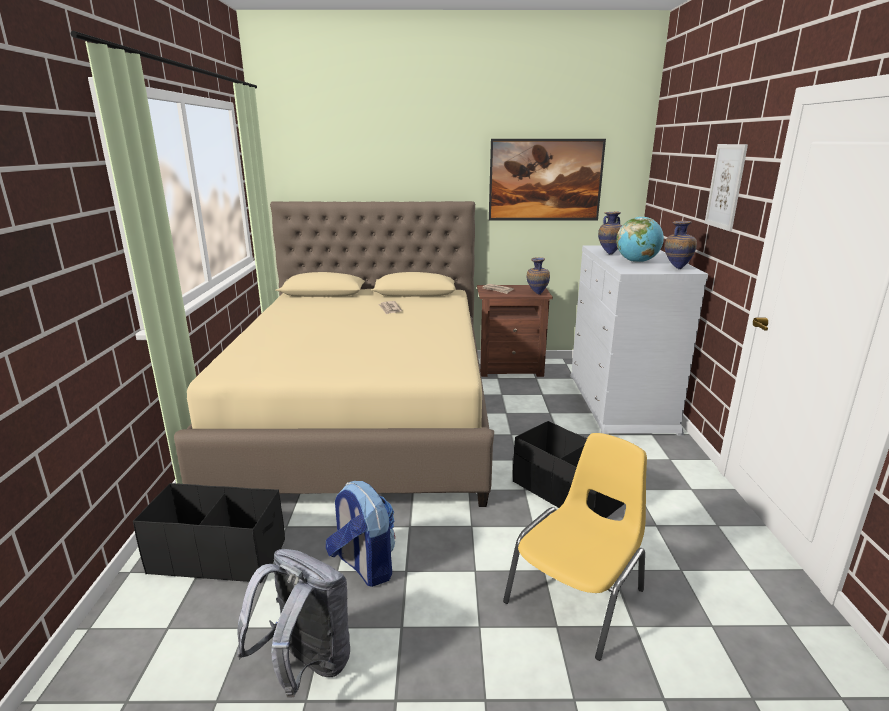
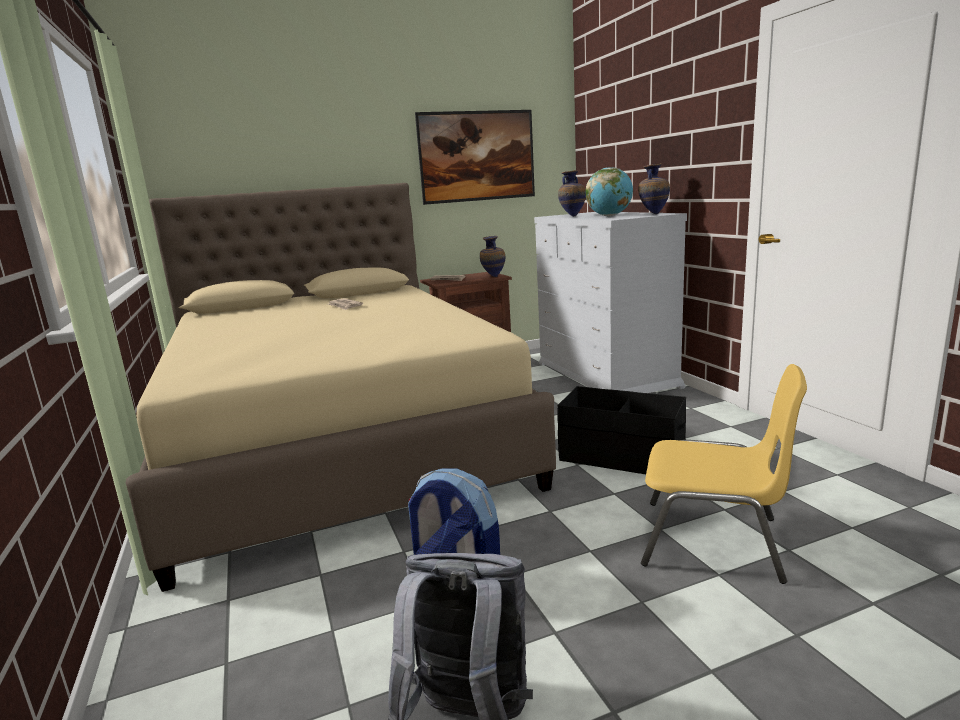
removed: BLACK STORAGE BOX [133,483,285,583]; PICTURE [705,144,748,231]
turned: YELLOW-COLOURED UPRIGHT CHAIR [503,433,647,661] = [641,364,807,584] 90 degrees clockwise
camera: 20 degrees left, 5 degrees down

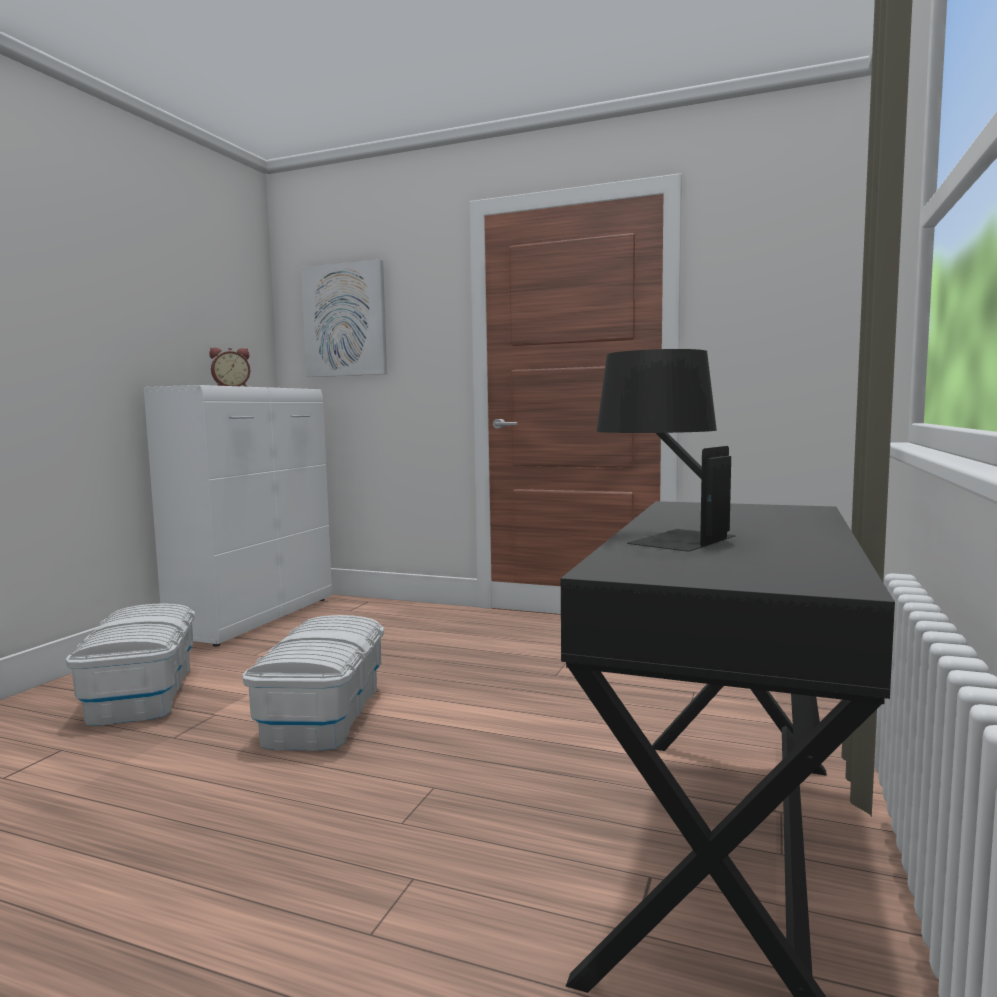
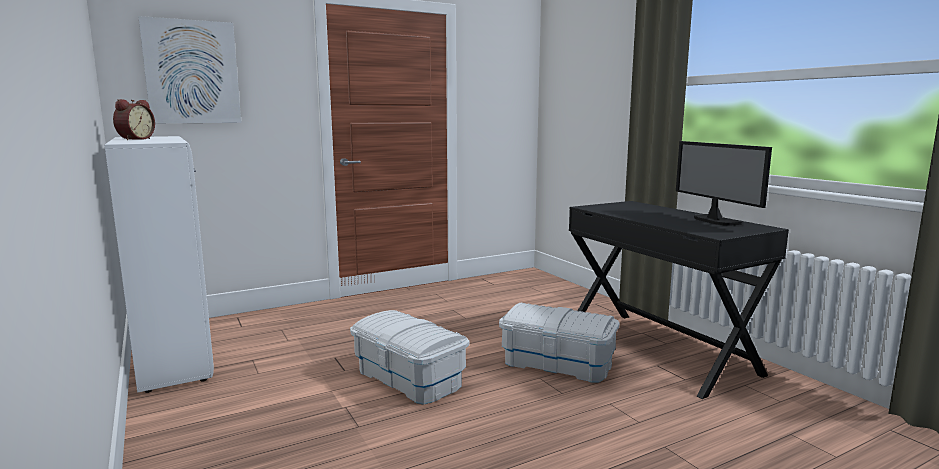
removed: BLACK TABLE LAMP [596,349,736,552]
added: COMPUTER DISPLAY [676,141,772,226]
moved: WHITISH STORAGE BOX [65,603,195,726] to [499,303,620,382]
camera: 50 degrees left, 5 degrees up

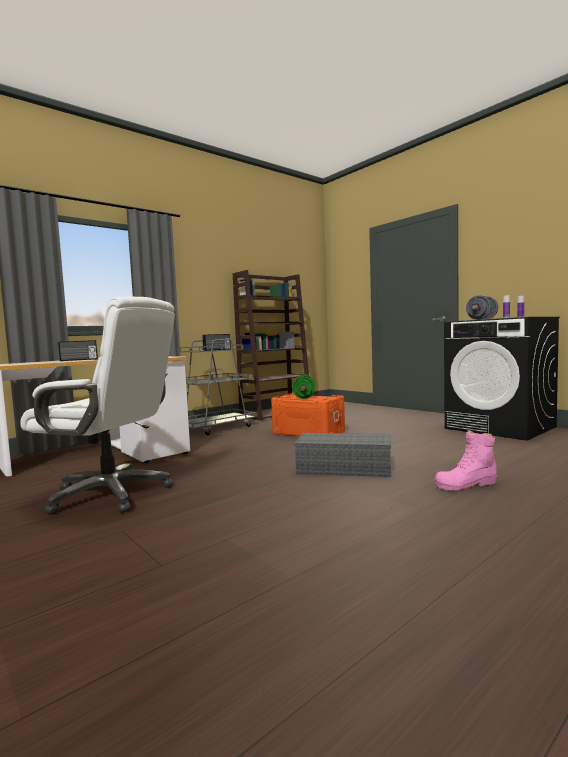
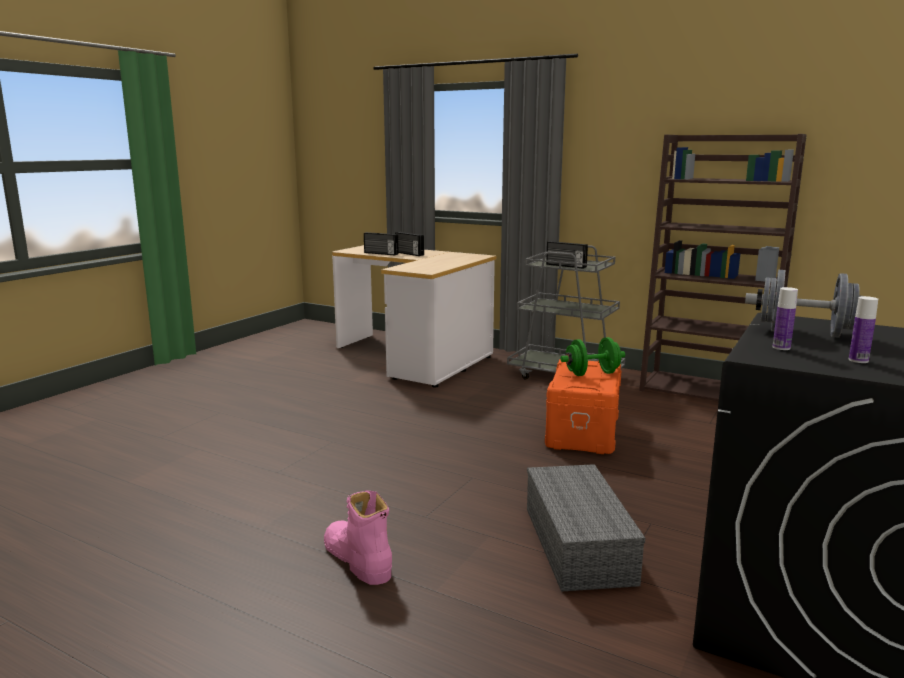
removed: WHITISH COMPUTER CHAIR [20,297,175,515]
added: RADIO RECEIVER [364,232,399,255]
moved: GRAY STORAGE BOX [294,433,391,477] to [527,464,645,592]
camera: 70 degrees right, 10 degrees up

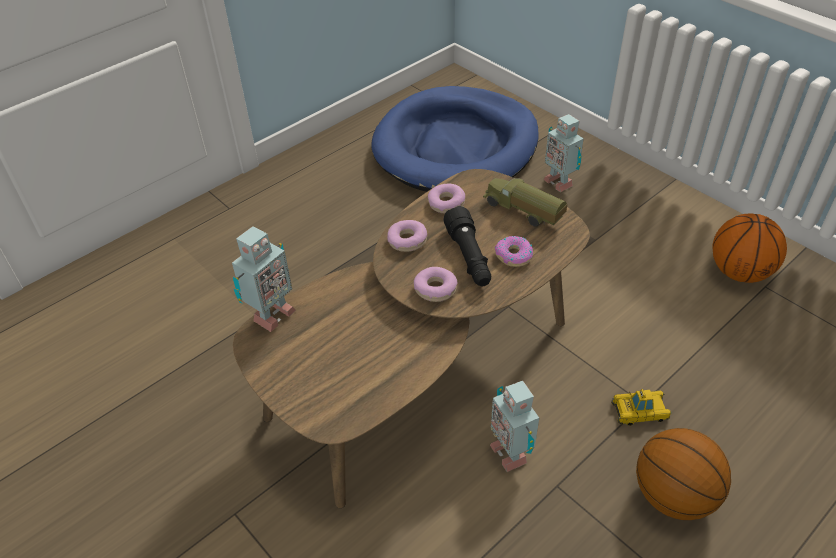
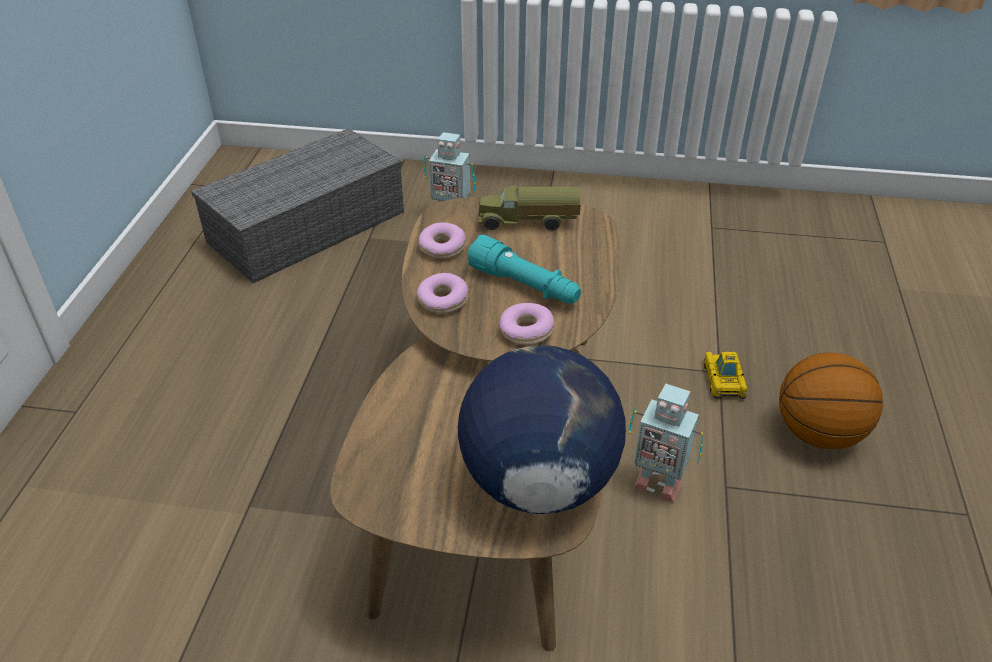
removed: TOY ROBOT [232,226,296,332]; RING DOUGHNUT [495,236,533,267]; BASKETBALL [712,213,787,283]
added: DESK GLOBE [458,345,626,514]
replaced: BLUE DOG CUSHION [372,86,539,192] to GRAY STORAGE BOX [191,128,404,283]
recoloured: BLACK FLASHLIGHT [443,206,491,286] to TURQUOISE FLASHLIGHT [468,235,581,304]
turned: TOY CAR [611,389,672,426] = [704,352,747,399] 45 degrees counterclockwise
camera: 40 degrees left, 5 degrees down

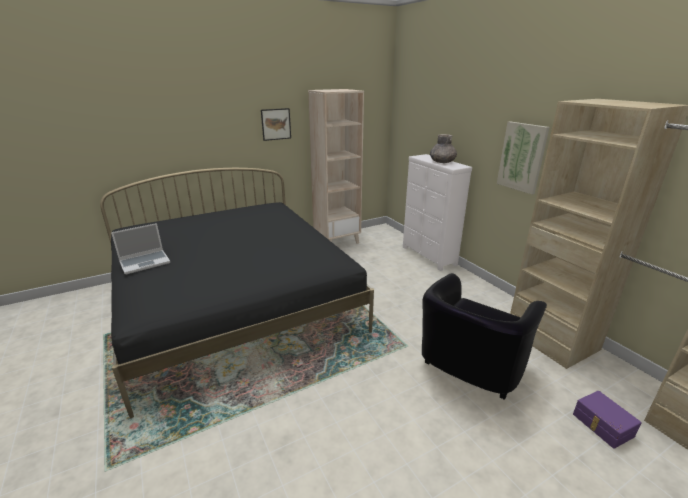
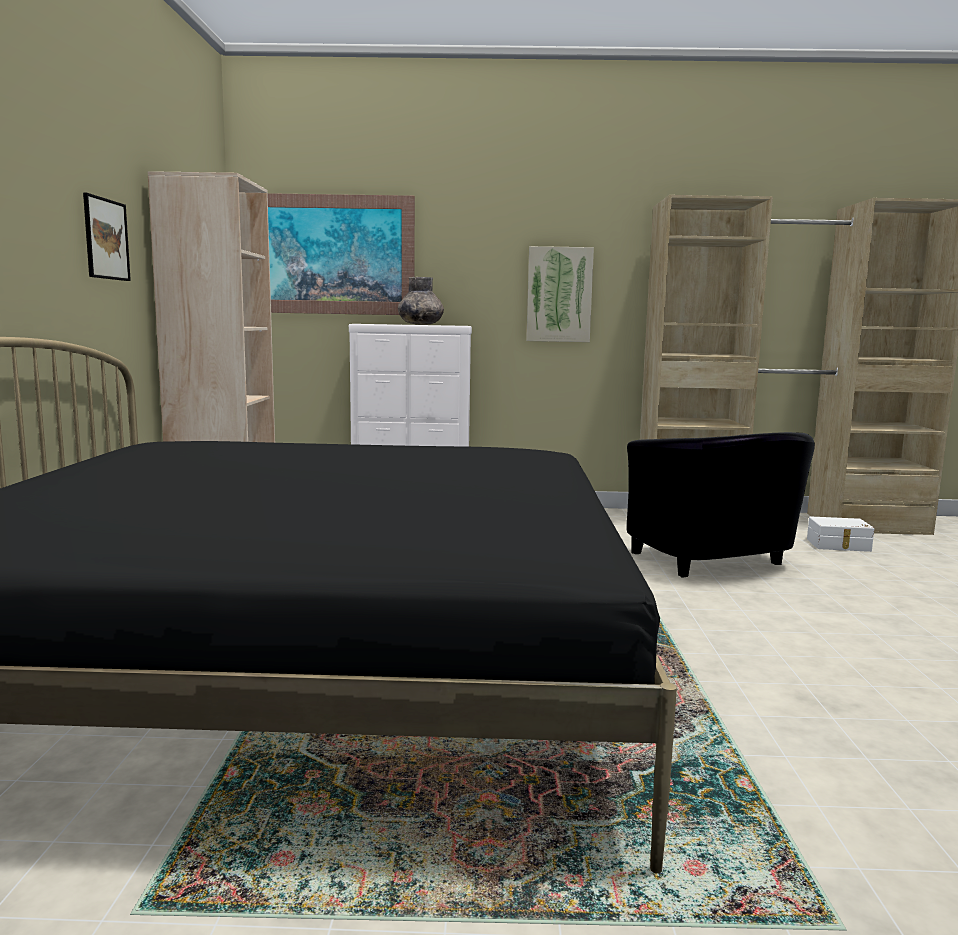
removed: NOTEBOOK COMPUTER [111,223,170,274]
added: PICTURE [267,193,415,315]
recoloured: PURPLE STORAGE BOX [573,391,642,449] to WHITISH STORAGE BOX [807,516,874,552]
camera: 60 degrees left, 15 degrees down

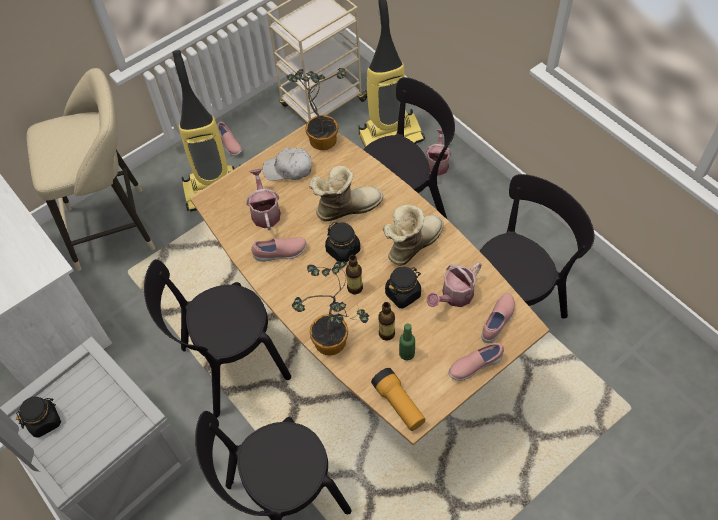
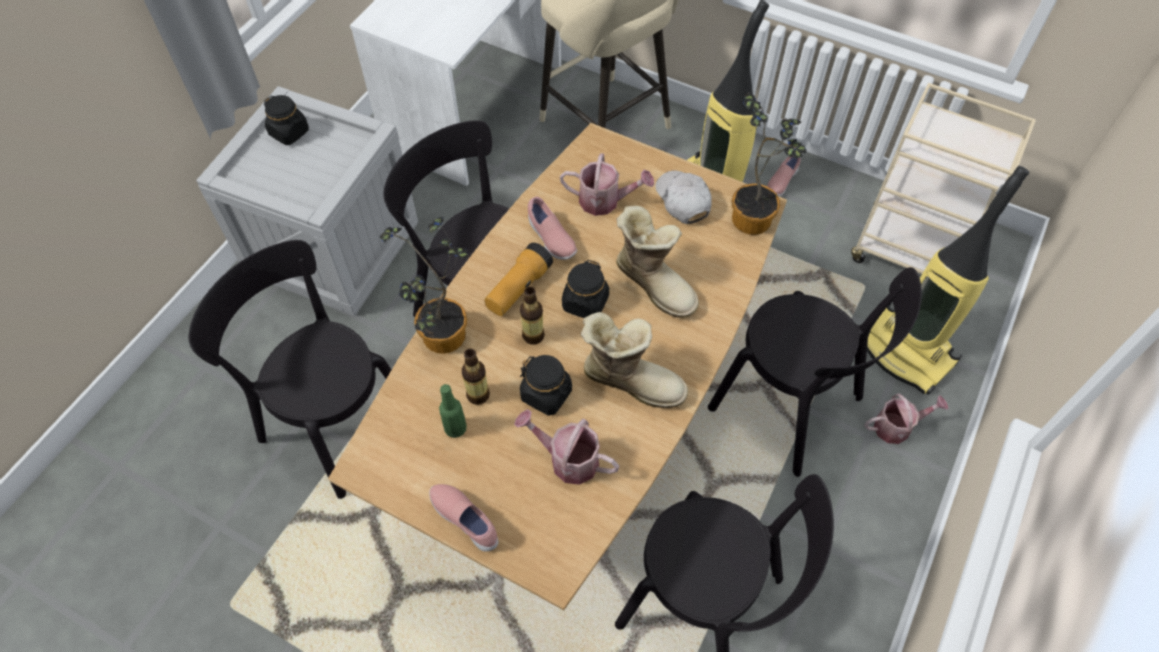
removed: PINKISH ITEM OF FOOTWEAR [481,293,515,343]
moved: FLASHLIGHT [371,368,425,431] to [485,242,553,316]
turned: SPRINKLING CAN [246,169,281,230] = [560,153,654,216] 45 degrees clockwise
camera: 65 degrees right, 0 degrees up

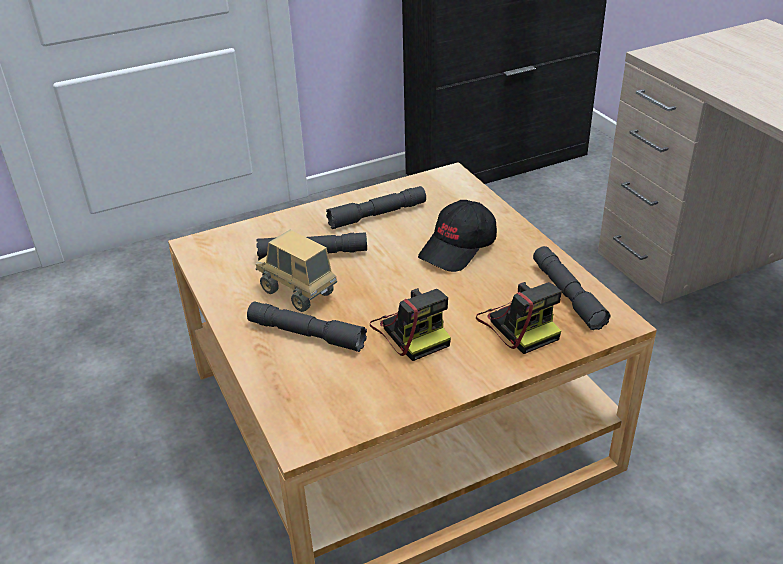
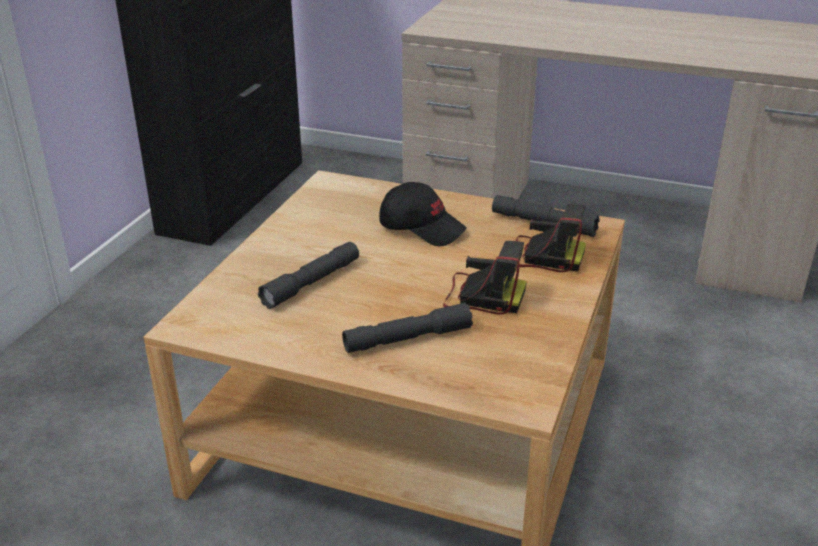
removed: TOY LORRY [256,230,337,312]; GRAY FLASHLIGHT [326,186,426,229]
turned: BLACK BASEBALL CAP [418,200,497,272] = [379,182,467,246] 60 degrees counterclockwise
camera: 45 degrees left, 5 degrees down

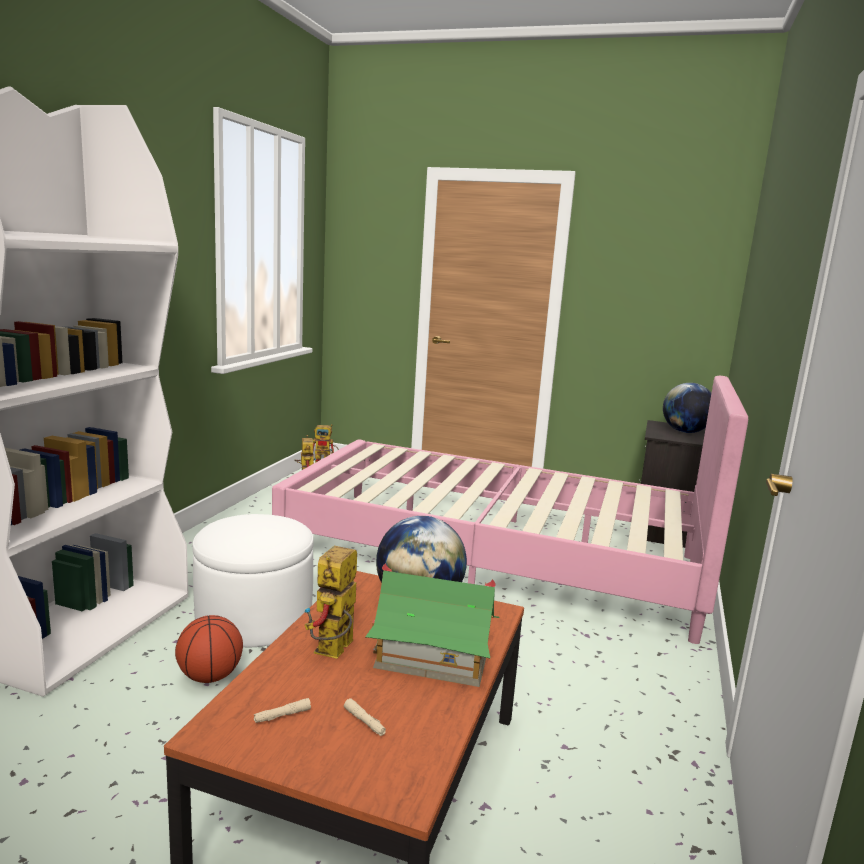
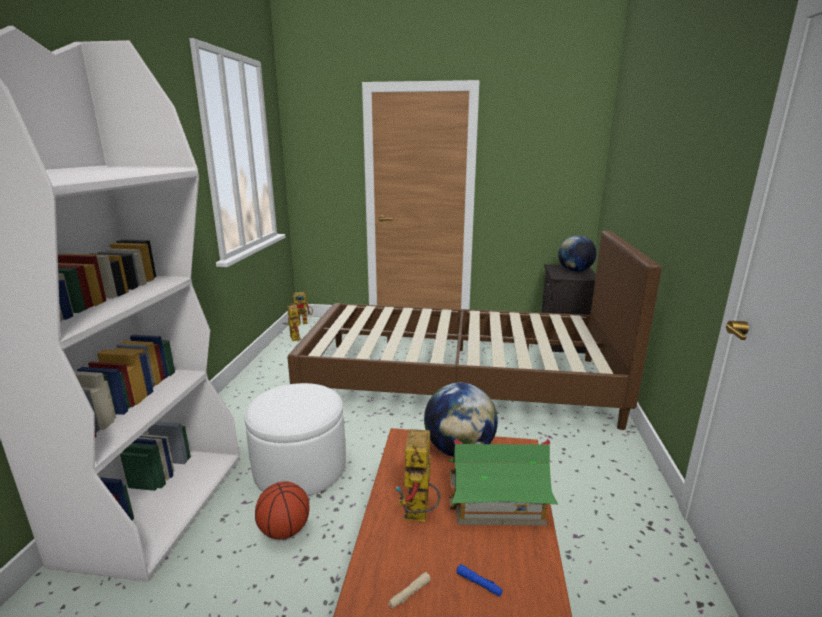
recoloured: PINKISH SLEEPING BED [272,376,748,644] to BROWNISH SLEEPING BED [287,230,662,430]; BEIGE FLASHLIGHT [344,698,386,736] to BLUE FLASHLIGHT [456,564,503,597]
camera: 10 degrees left, 5 degrees up

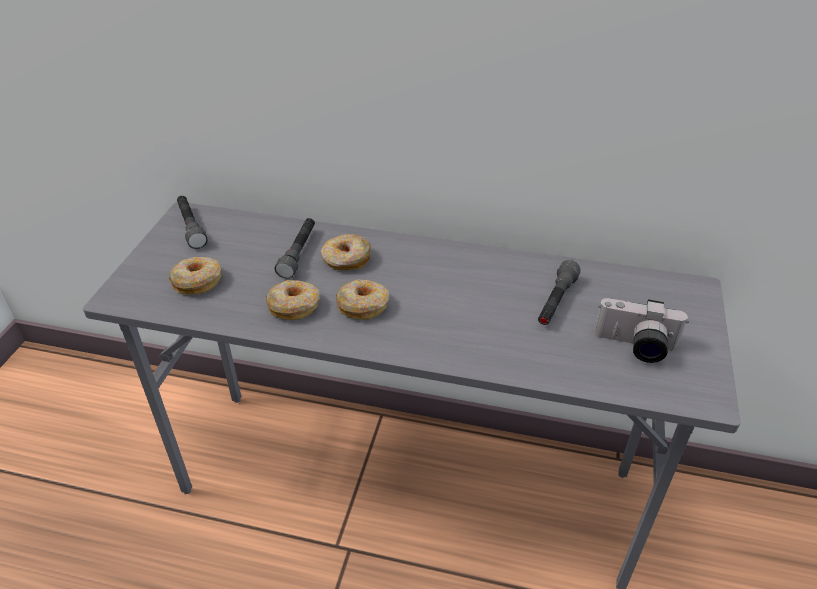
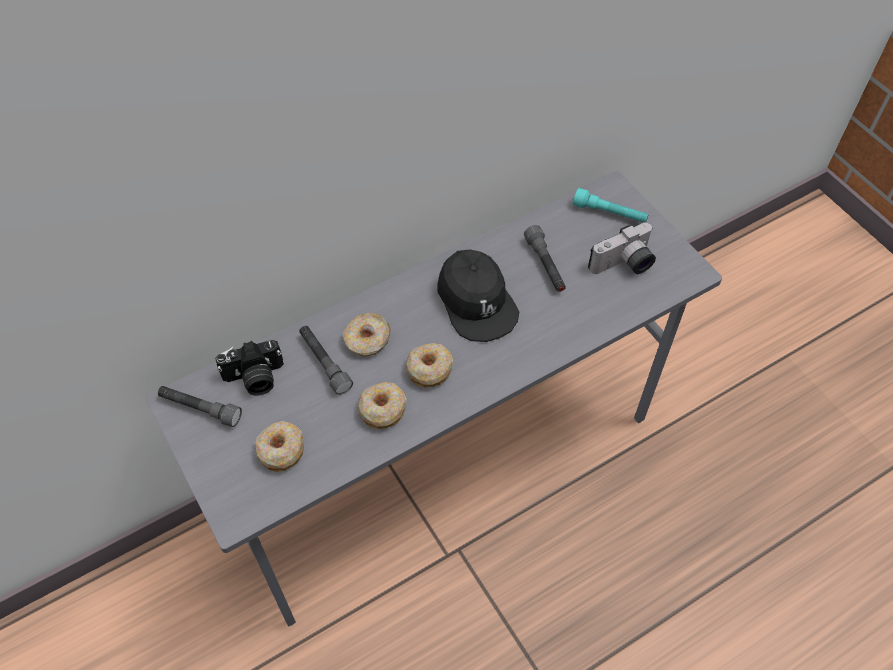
added: PHOTO CAMERA [215,340,284,395]; BLACK BASEBALL CAP [437,250,519,342]; TURQUOISE FLASHLIGHT [573,188,649,223]
camera: 45 degrees left, 15 degrees up

